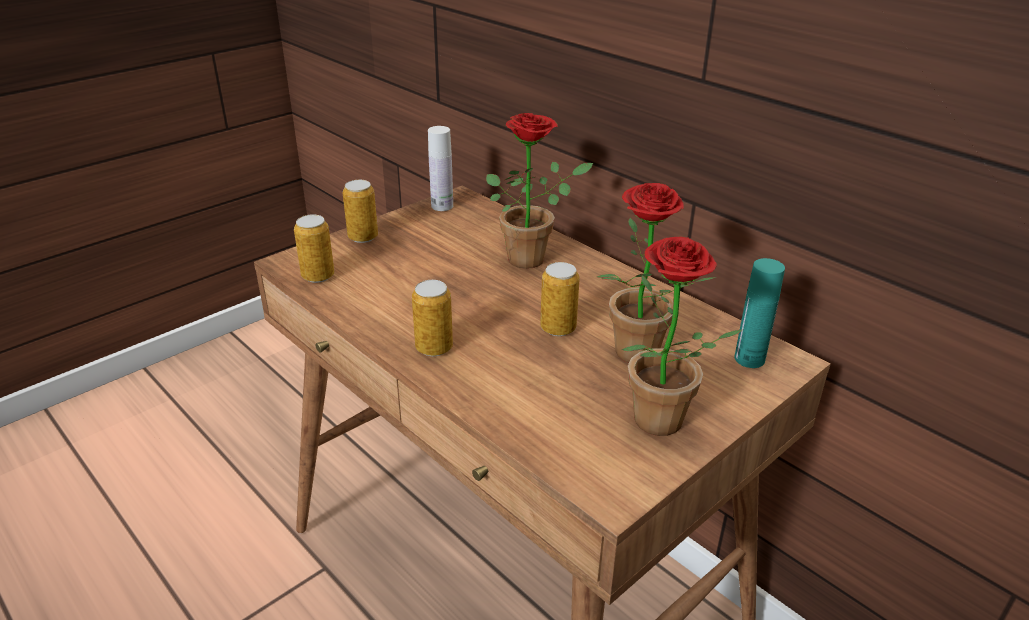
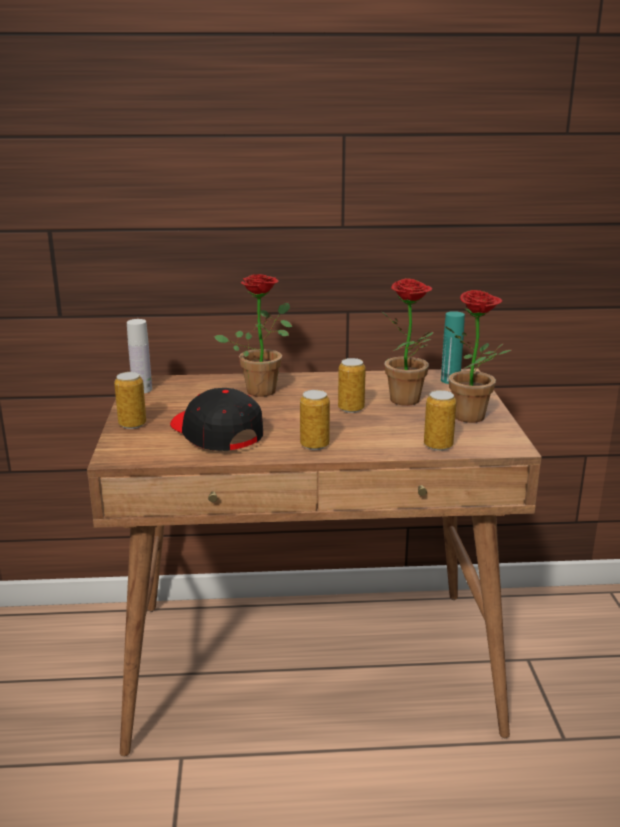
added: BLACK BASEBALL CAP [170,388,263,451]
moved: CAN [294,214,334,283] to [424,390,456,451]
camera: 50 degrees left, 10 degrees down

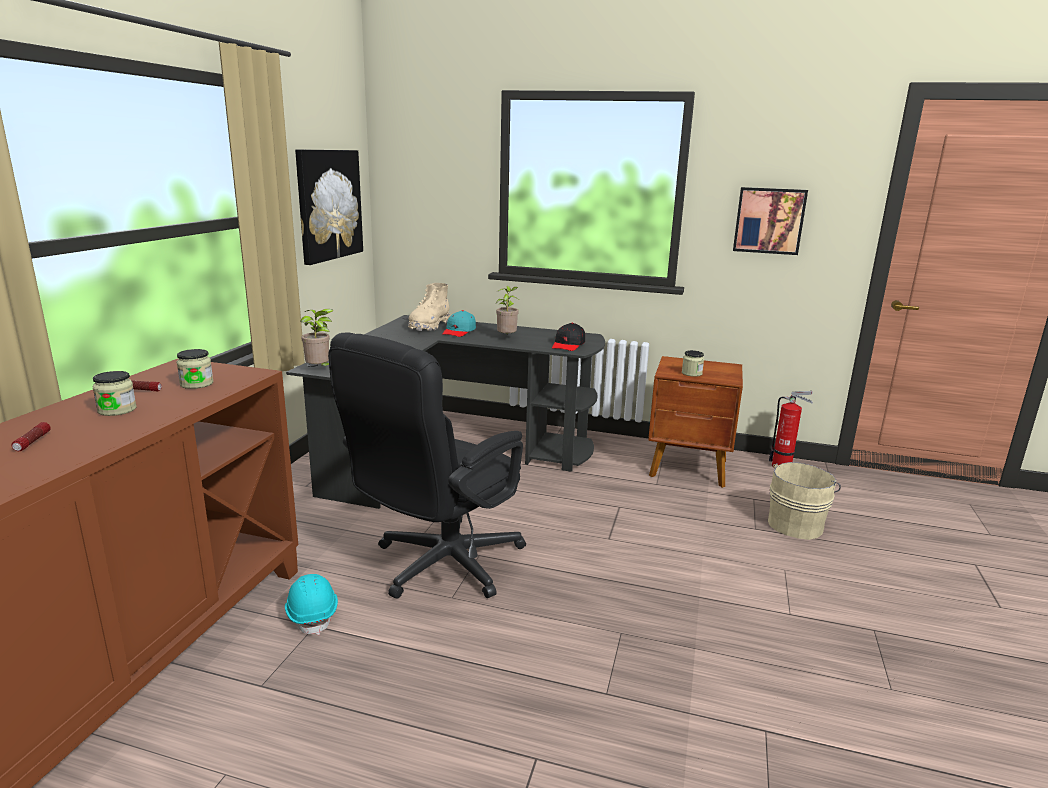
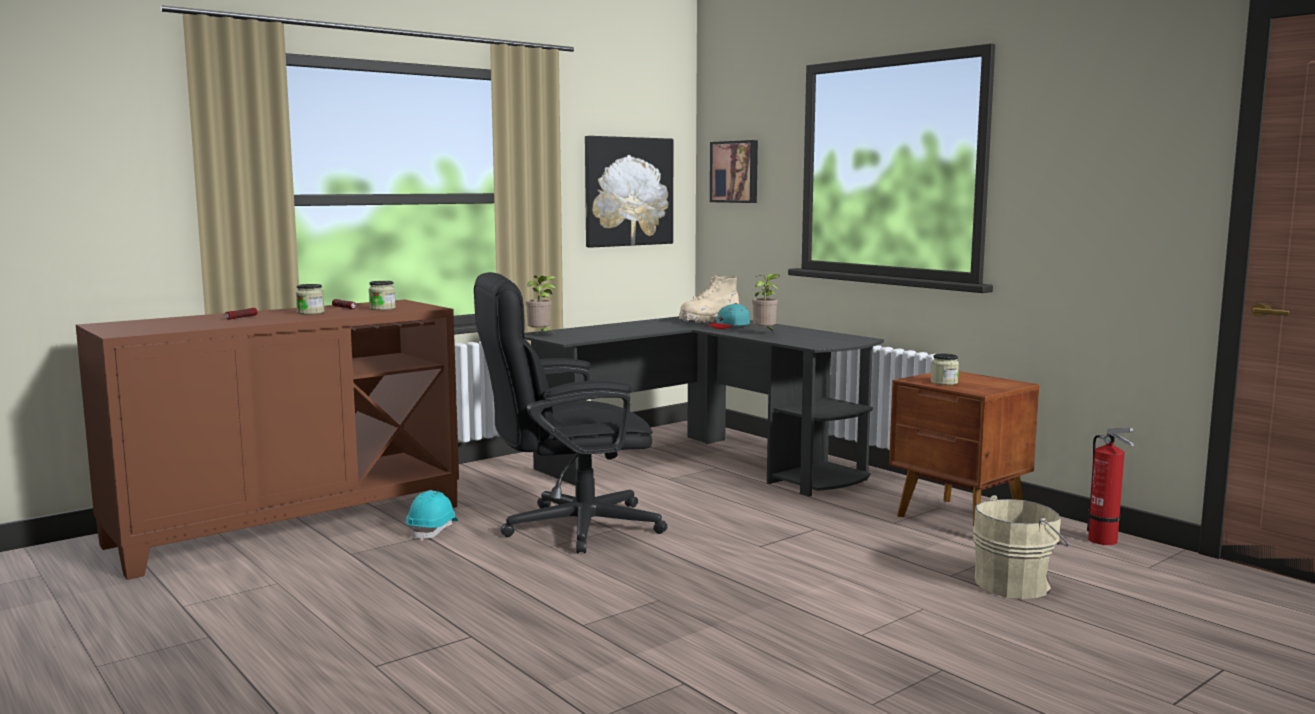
removed: BLACK BASEBALL CAP [552,323,585,351]
moved: PICTURE [733,187,808,255] to [710,140,758,203]
camera: 35 degrees right, 10 degrees down

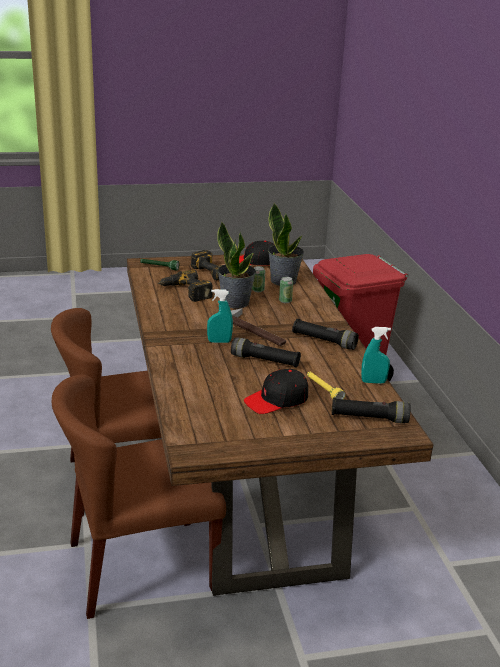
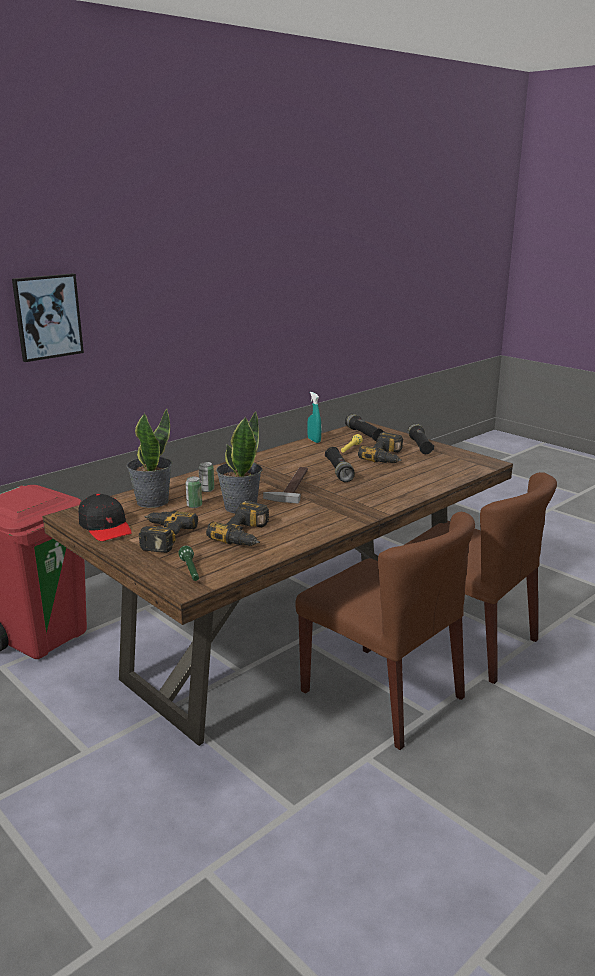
removed: TURQUOISE SPRAYER [207,289,233,343]
added: PICTURE [12,273,84,362]
moved: BLACK FLASHLIGHT [292,319,359,350] to [408,423,434,454]
replaced: BLACK BASEBALL CAP [244,369,308,414] to DRILL [358,432,403,463]
camera: 120 degrees left, 5 degrees down

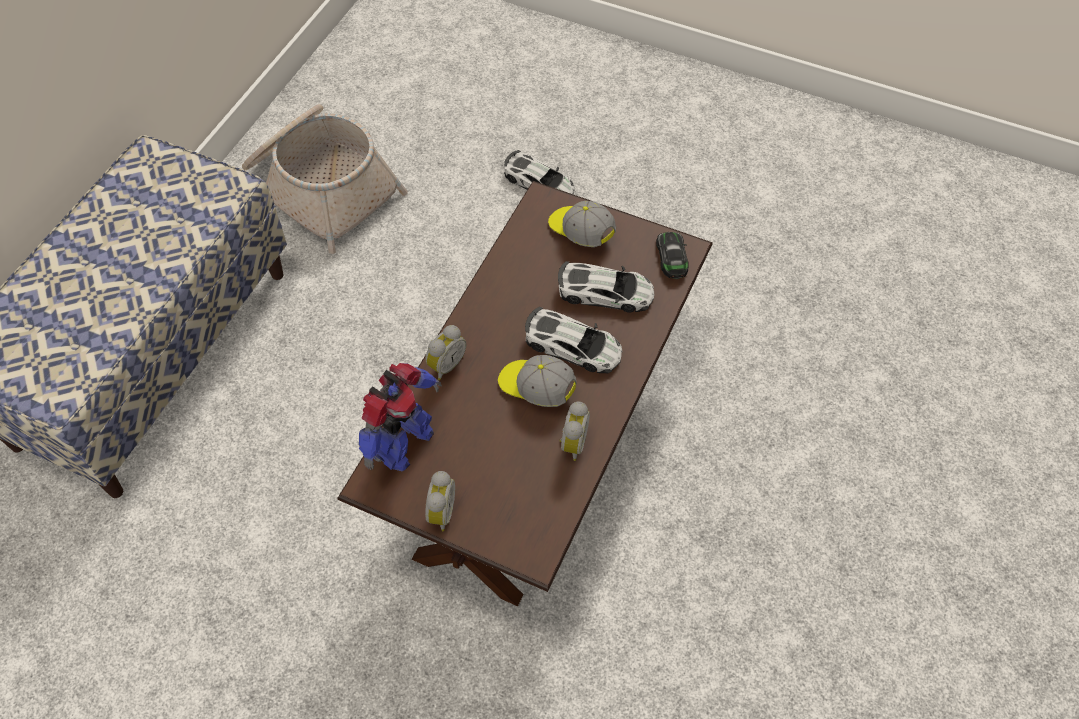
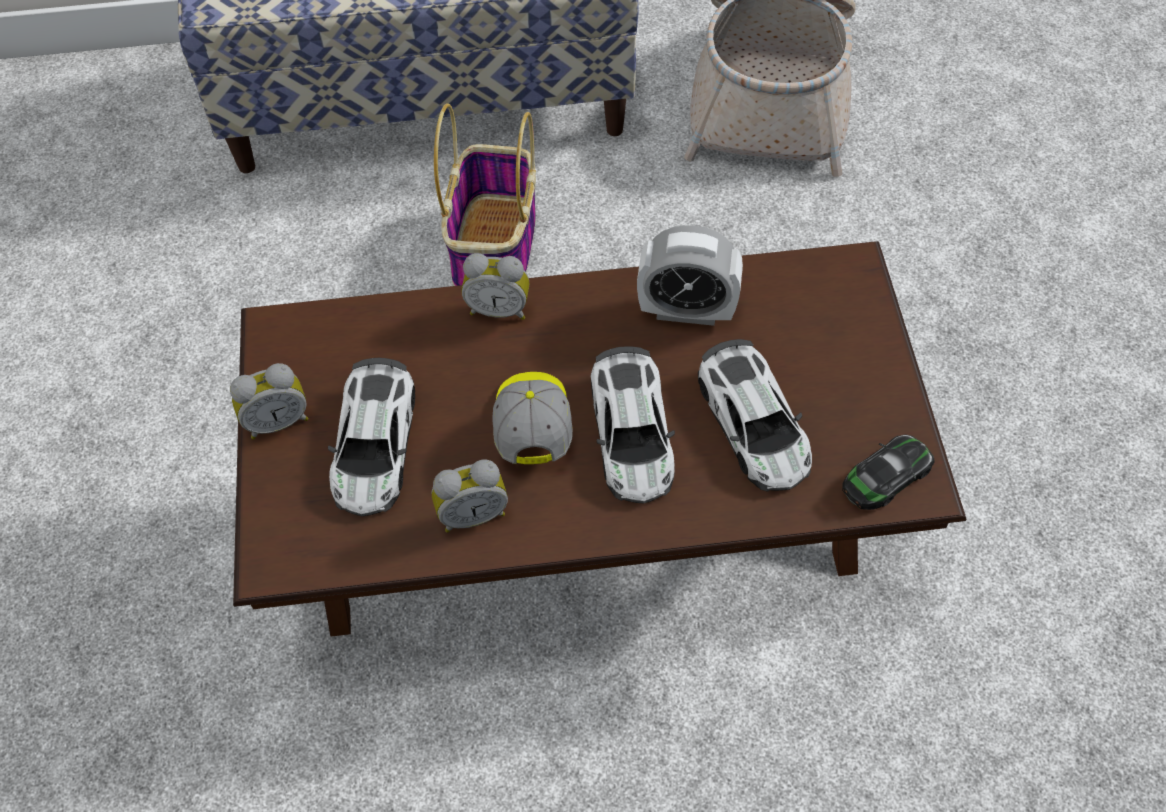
removed: TOY ROBOT [359,363,442,471]; BASEBALL CAP [548,201,616,247]
added: BASKET [434,103,536,286]; ALARM CLOCK [637,225,743,326]
moved: TOY CAR [504,150,575,194] to [328,358,415,516]
camera: 60 degrees right, 0 degrees up

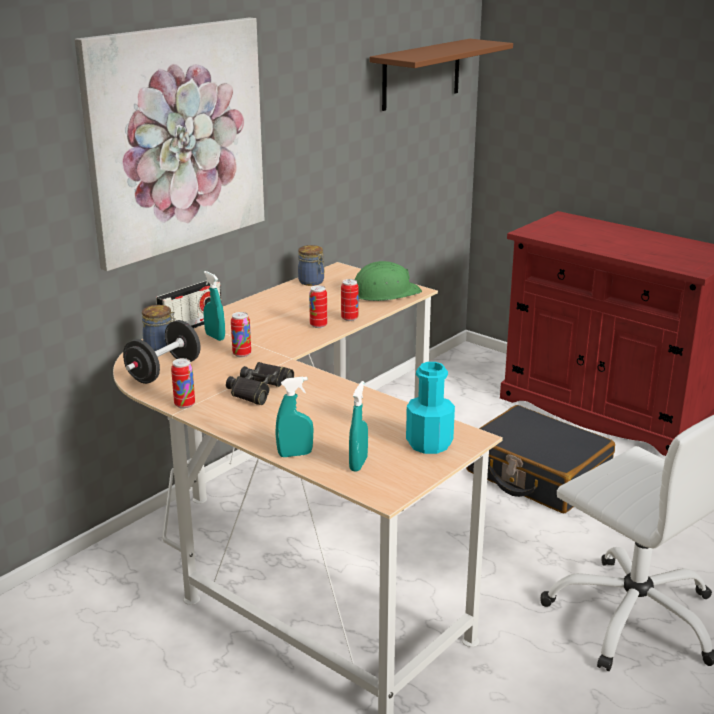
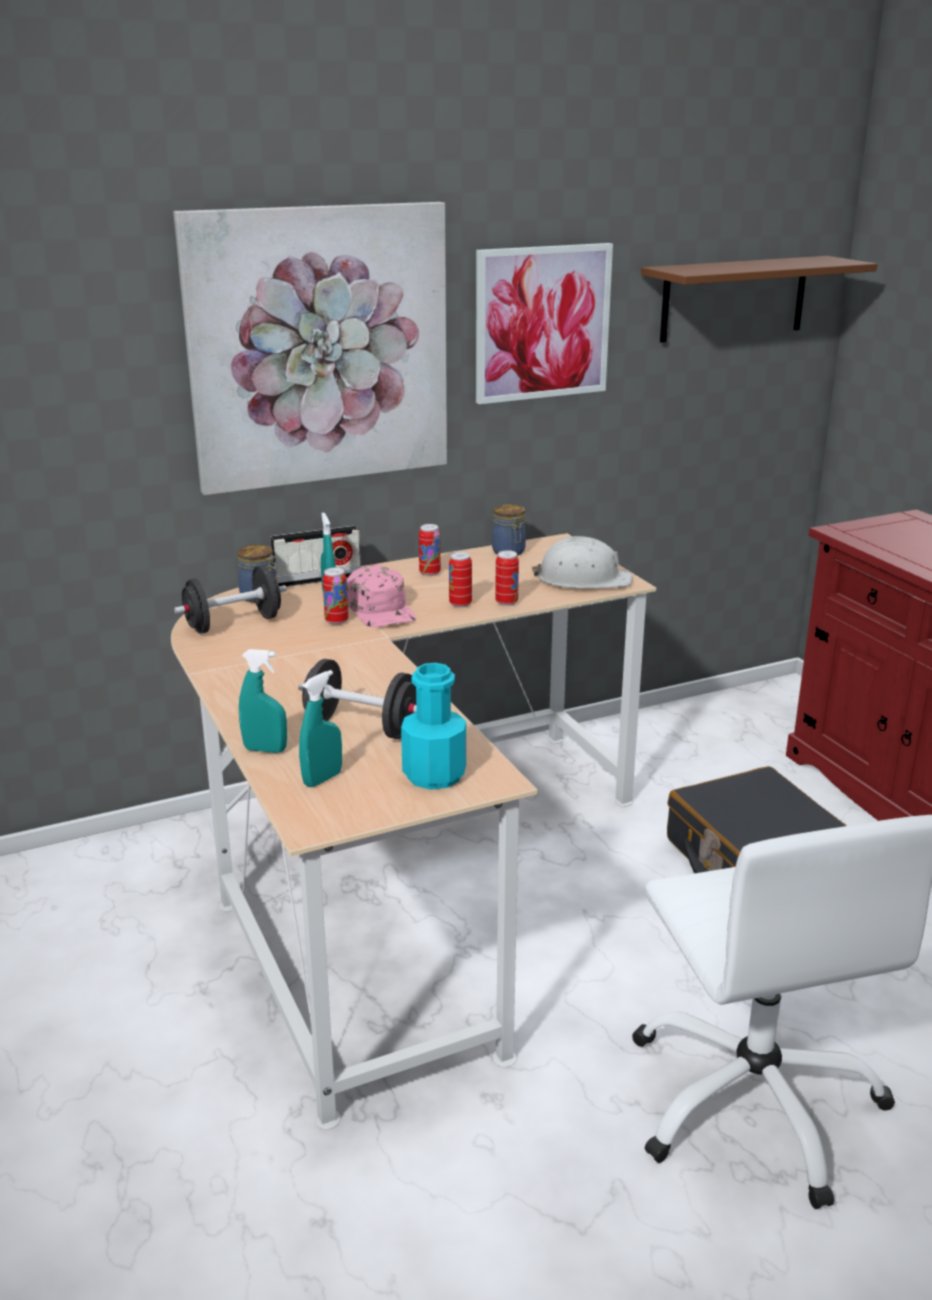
removed: BLACK BINOCULARS [226,362,294,405]
added: BLACK DUMBBELL [298,659,417,739]; PINKISH BASEBALL CAP [347,565,416,627]; PICTURE [476,243,613,404]
moved: CAN [171,358,195,409] to [419,524,441,576]
recoloured: GREEN-COLOURED HARD HAT [355,261,422,301] to WHITISH HARD HAT [532,536,633,588]
camera: 25 degrees right, 0 degrees up

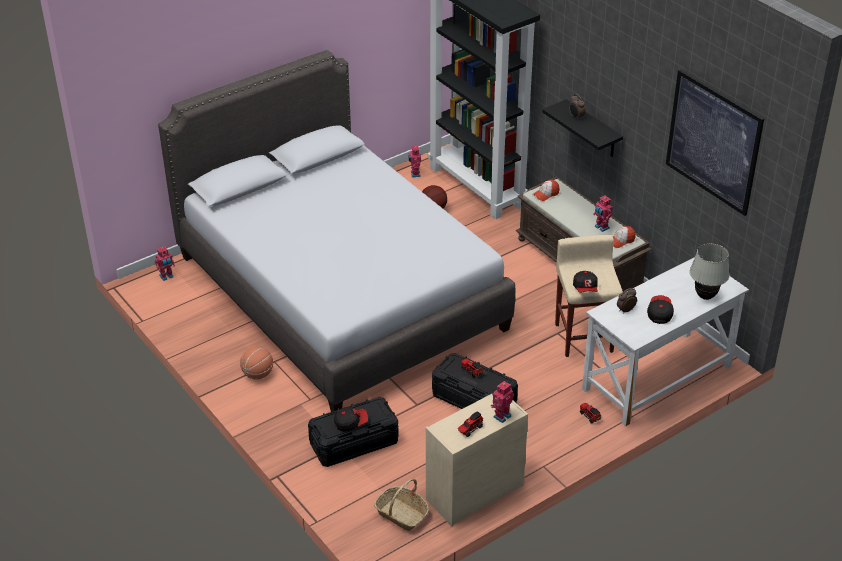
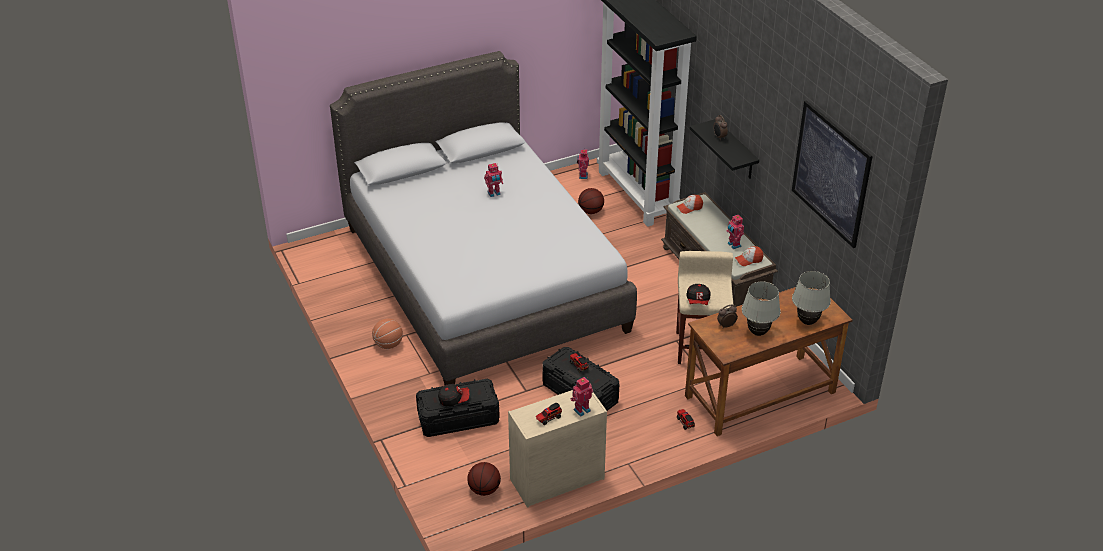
moved: TOY ROBOT [155,246,175,281] to [484,163,503,197]
replaced: BASKET [374,479,429,531] to BASKETBALL [467,462,501,496]; BASEBALL CAP [647,295,674,324] to WHITISH TABLE LAMP [742,281,780,336]
recoloured: WHITISH DESK TABLE [582,257,749,426] to BROWNISH DESK TABLE [685,287,852,436]
camera: 10 degrees right, 0 degrees up

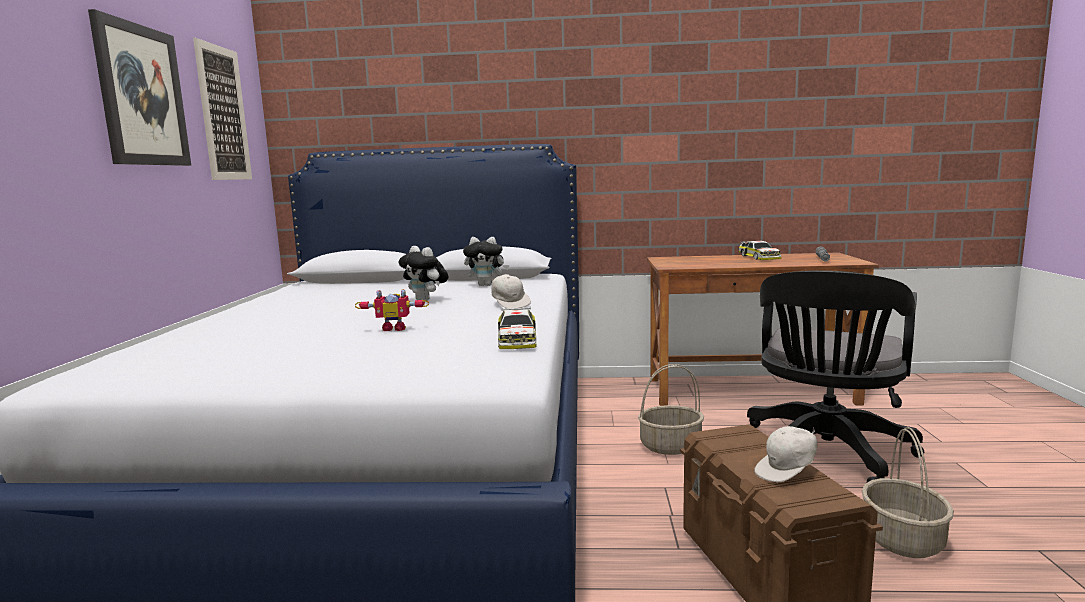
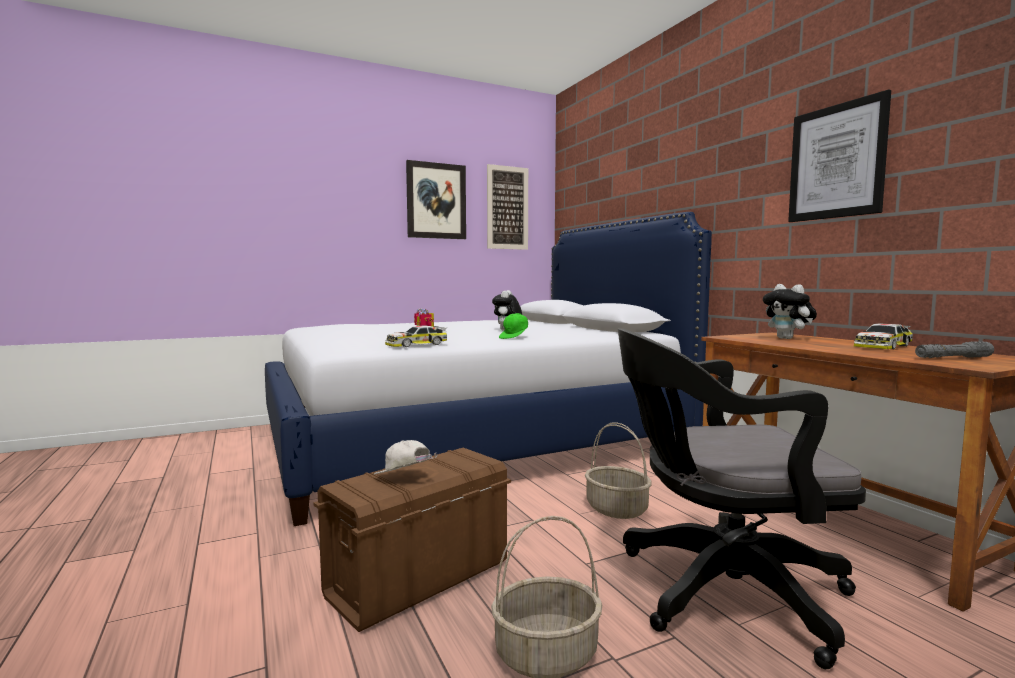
added: PICTURE [788,89,891,222]
moved: SOFT TOY [463,237,509,286] to [763,284,817,339]
recoloured: WHITISH BASEBALL CAP [491,274,531,309] to GREEN-COLOURED BASEBALL CAP [499,313,528,339]
camera: 60 degrees right, 5 degrees down

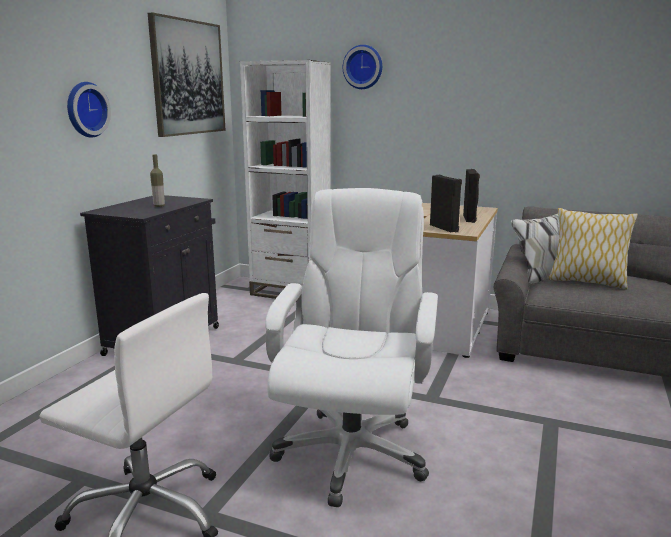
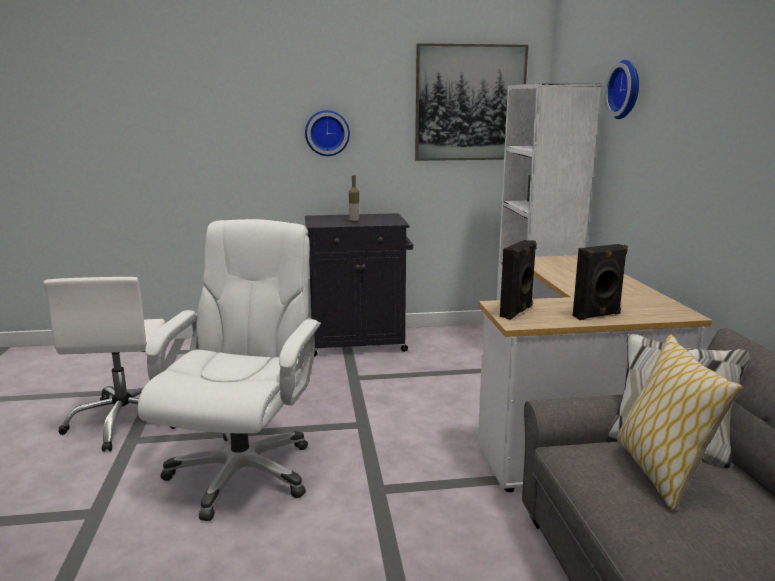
turned: WHITISH COMPUTER CHAIR [265,188,438,507] = [138,219,321,521] 60 degrees counterclockwise
camera: 60 degrees right, 0 degrees up

